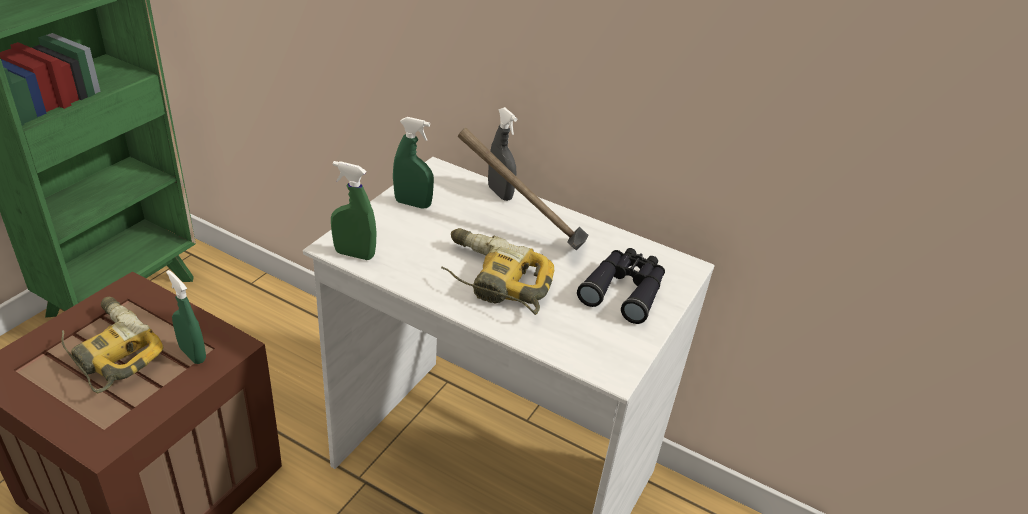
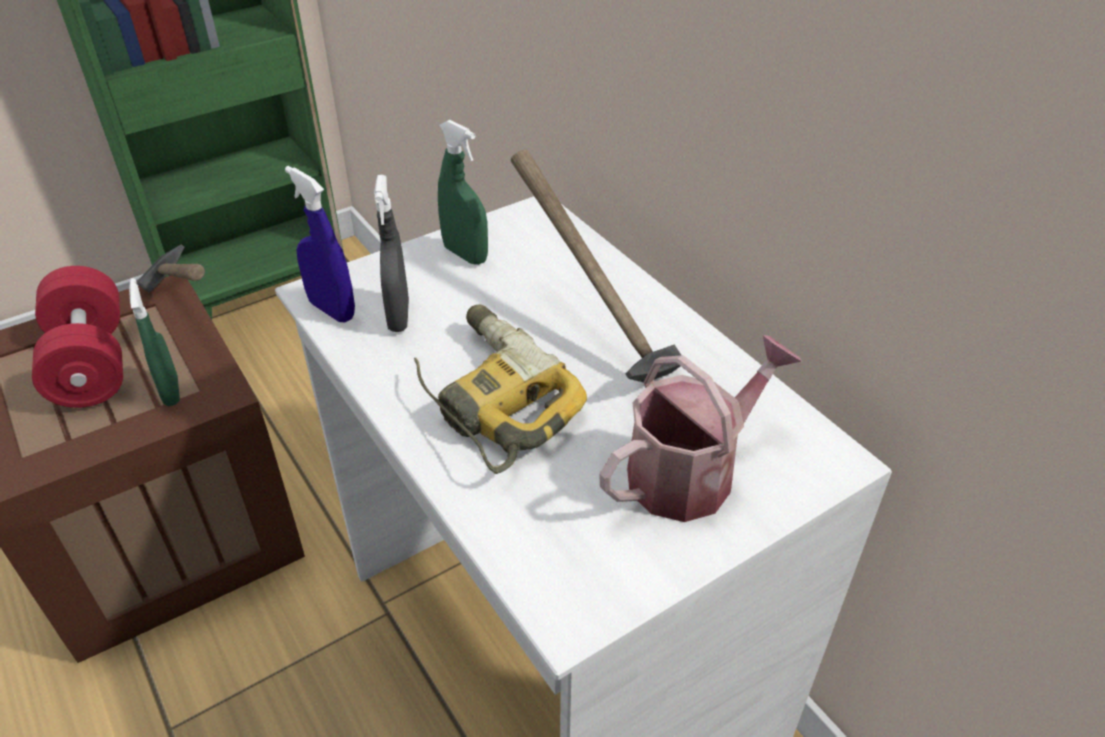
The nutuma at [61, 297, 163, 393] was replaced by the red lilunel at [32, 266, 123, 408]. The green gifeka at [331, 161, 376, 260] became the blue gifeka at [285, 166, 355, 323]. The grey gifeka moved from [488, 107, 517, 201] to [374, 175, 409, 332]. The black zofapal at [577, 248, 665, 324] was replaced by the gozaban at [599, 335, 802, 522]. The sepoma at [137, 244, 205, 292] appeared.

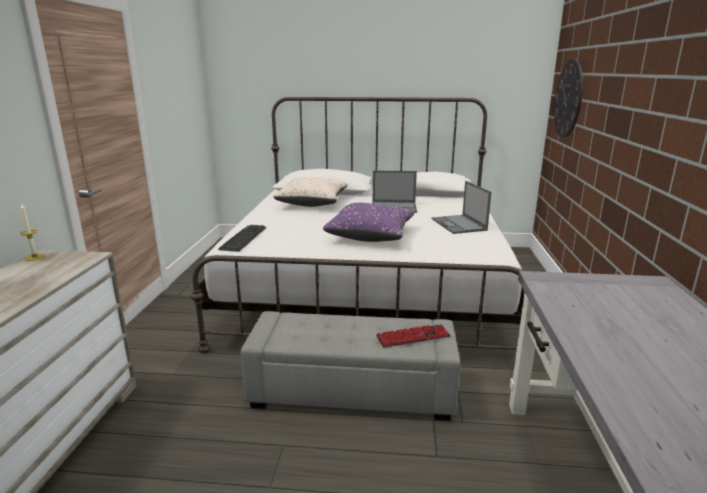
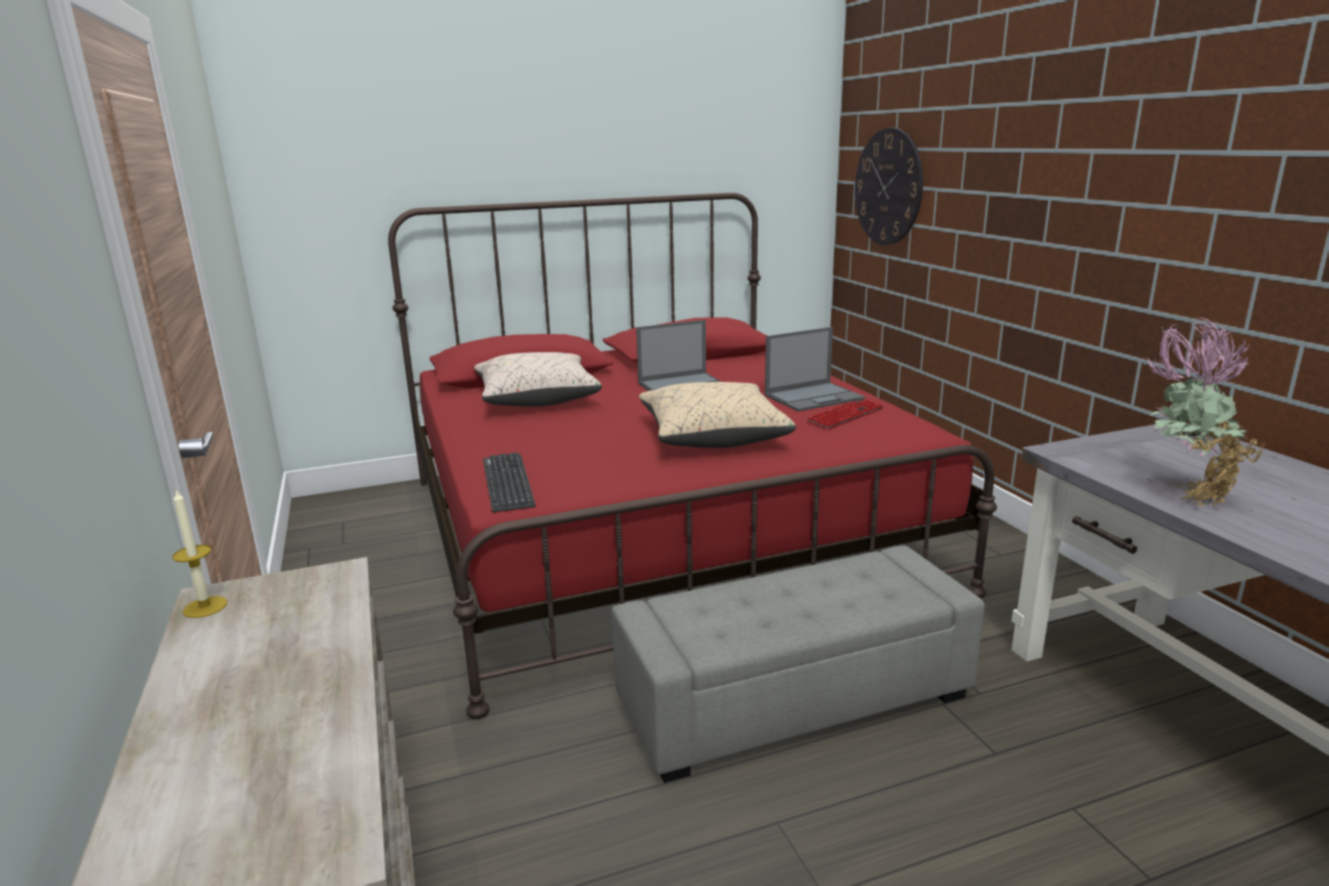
The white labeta at [191, 97, 524, 365] became the red labeta at [388, 193, 997, 719]. The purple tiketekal at [323, 203, 415, 242] became the beige tiketekal at [639, 382, 796, 448]. The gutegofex moved from [376, 324, 451, 348] to [807, 399, 884, 430]. The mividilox at [432, 181, 491, 234] turned 75 degrees counterclockwise. The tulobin at [1147, 317, 1266, 507] appeared.

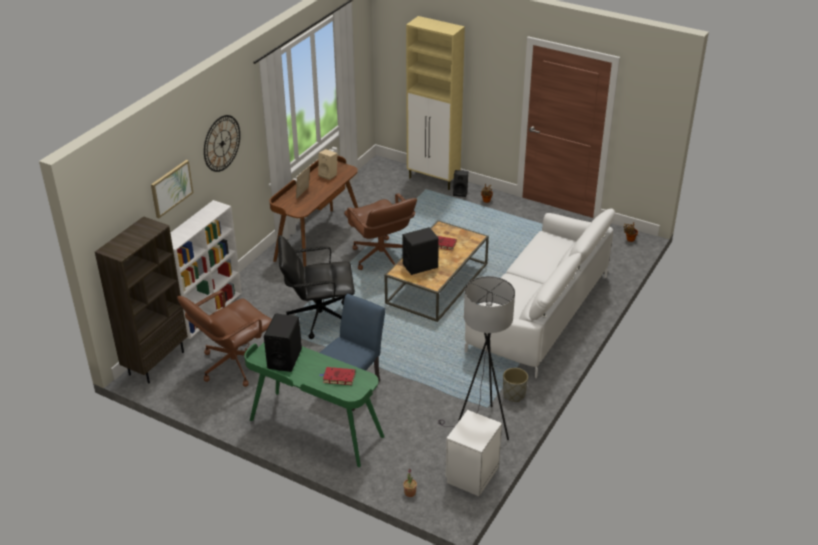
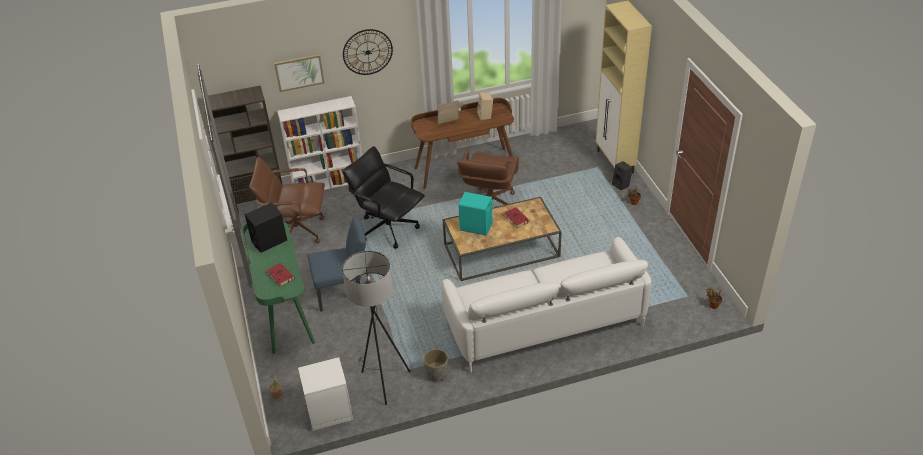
The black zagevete at [402, 227, 439, 275] became the turquoise zagevete at [458, 192, 493, 236].

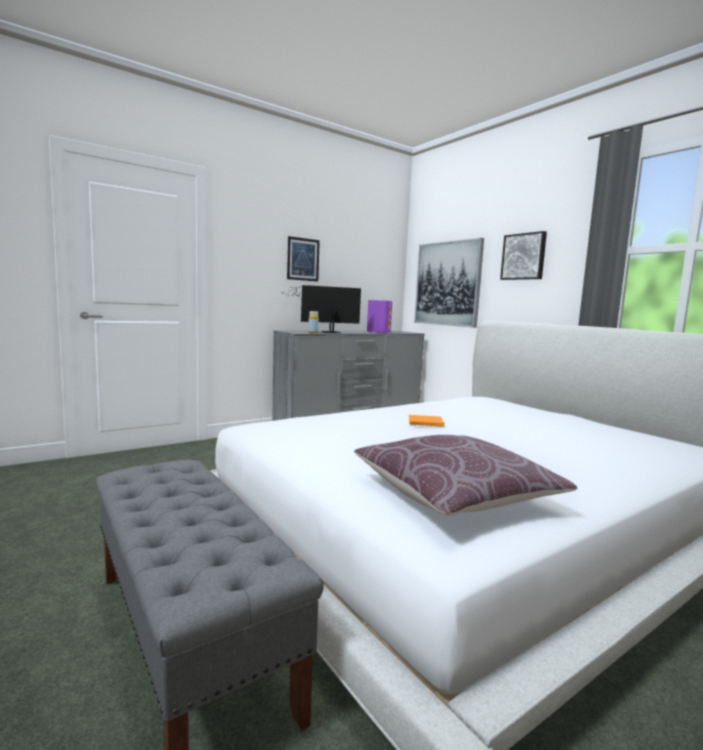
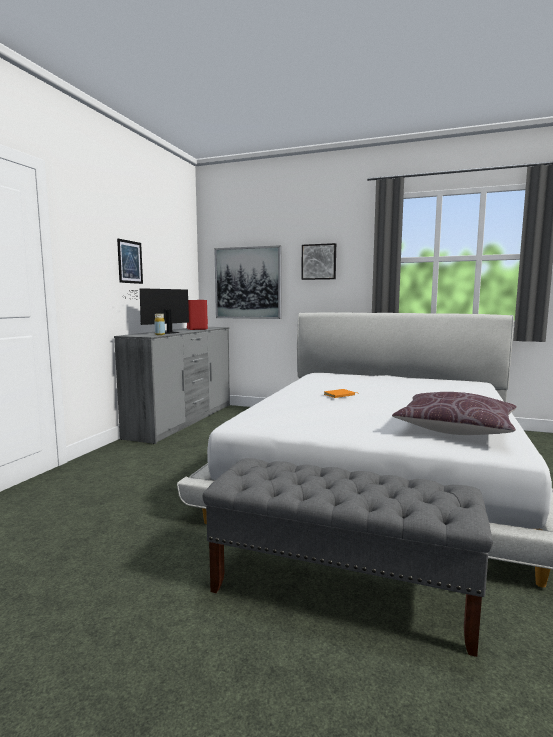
The purple zagevete at [367, 300, 392, 333] became the red zagevete at [187, 300, 208, 330].

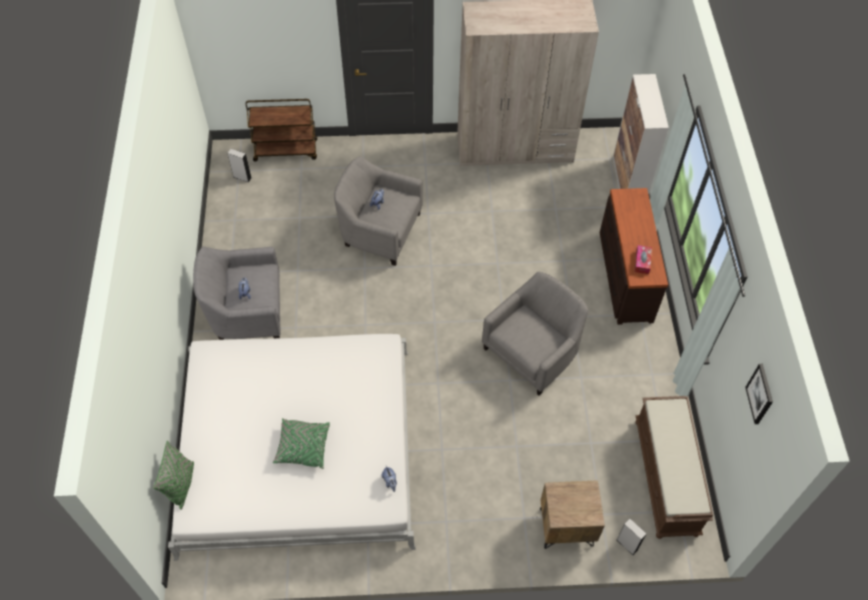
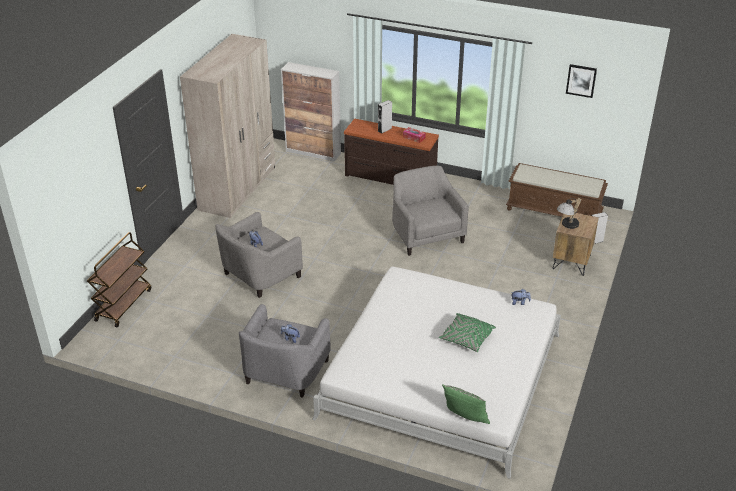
The grey zagevete moved from [227, 149, 252, 183] to [378, 100, 392, 134]. The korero at [557, 198, 582, 229] appeared.

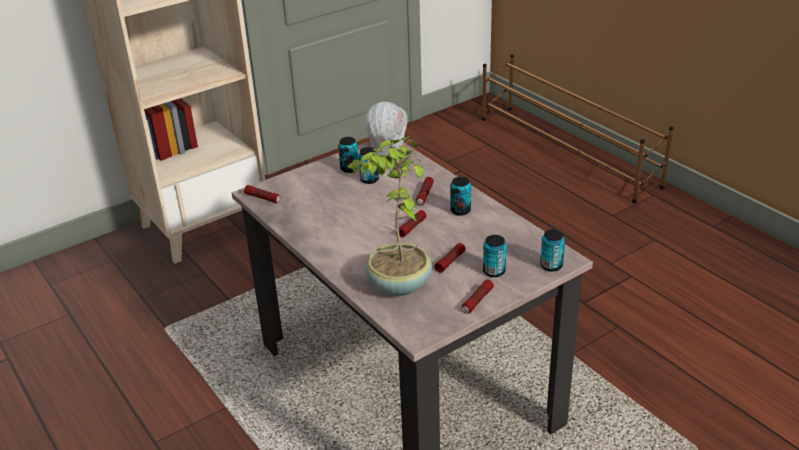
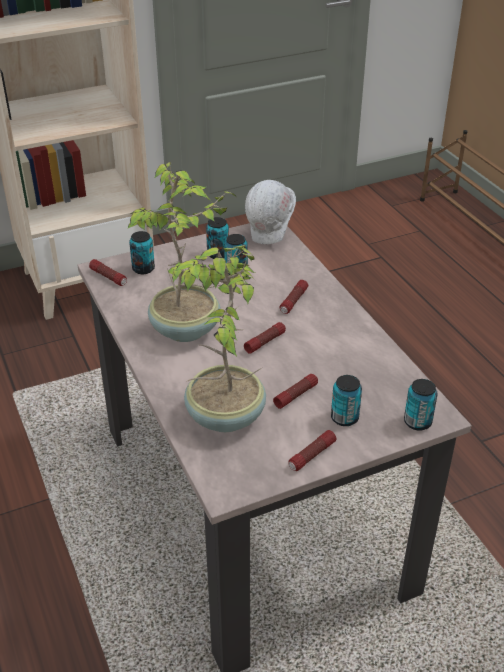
The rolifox moved from [450, 177, 471, 216] to [129, 231, 155, 274]. The tulobin at [127, 162, 236, 342] appeared.

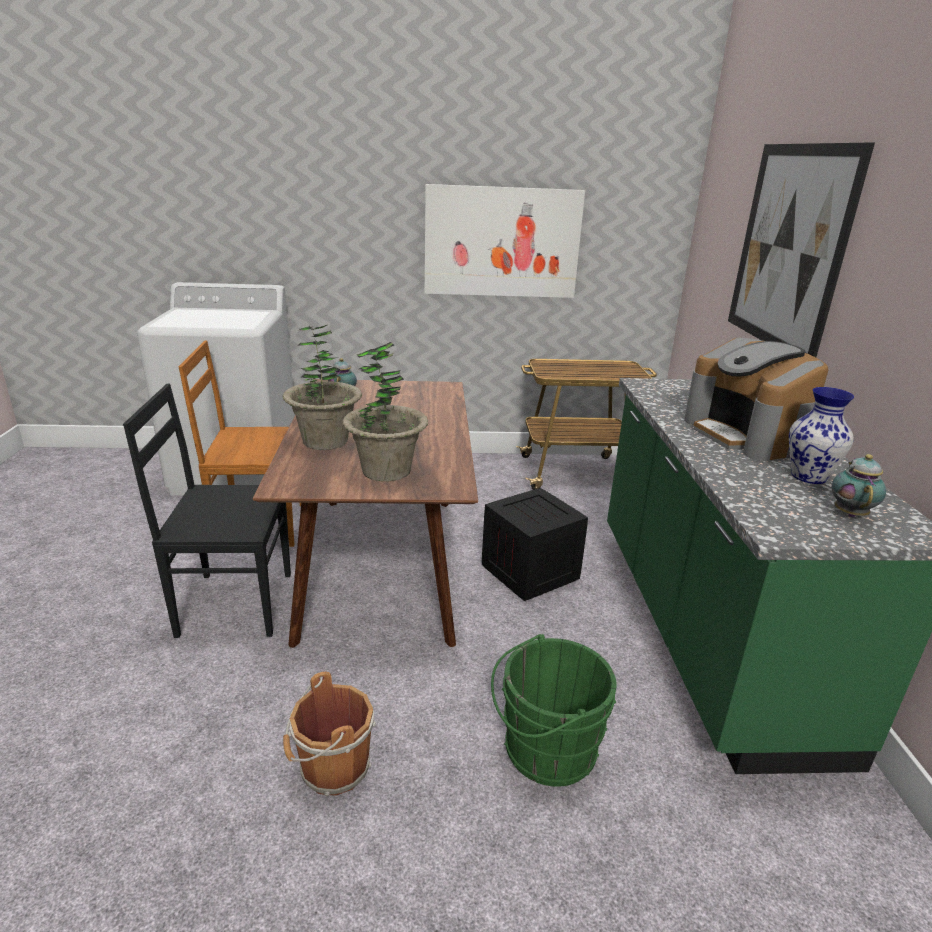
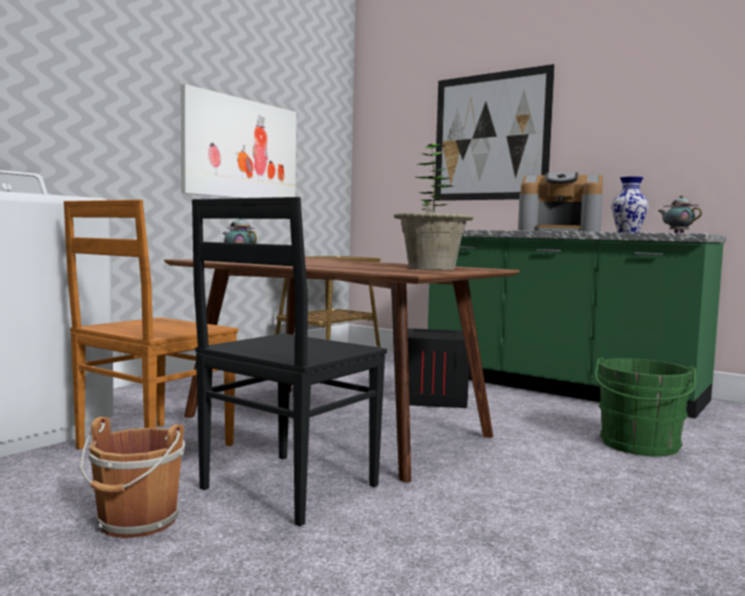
The tulobin at [283, 325, 362, 450] disappeared. The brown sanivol moved from [283, 672, 376, 796] to [80, 417, 185, 538].

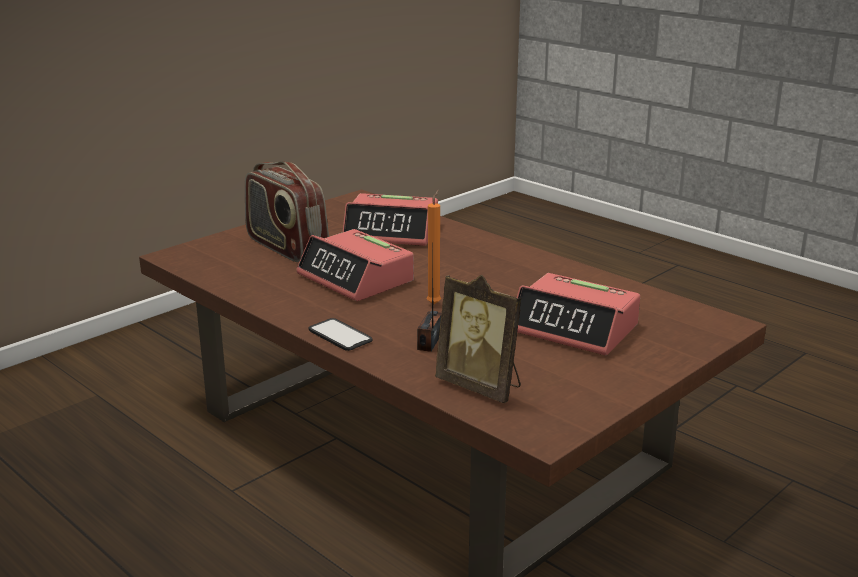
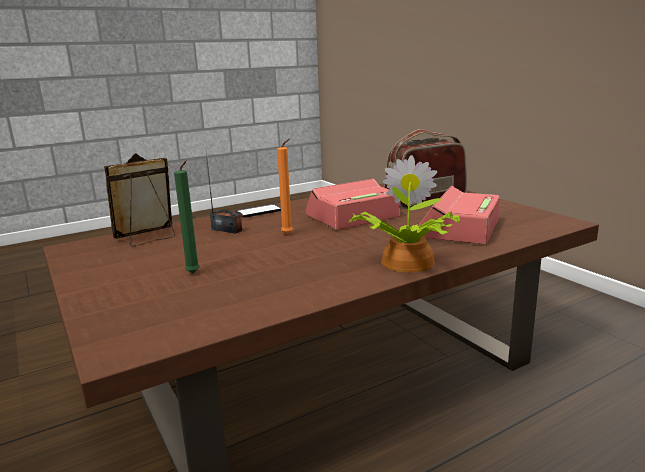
The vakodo at [517, 273, 640, 356] was replaced by the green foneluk at [174, 160, 200, 273]. The tulobin at [349, 155, 460, 272] appeared.

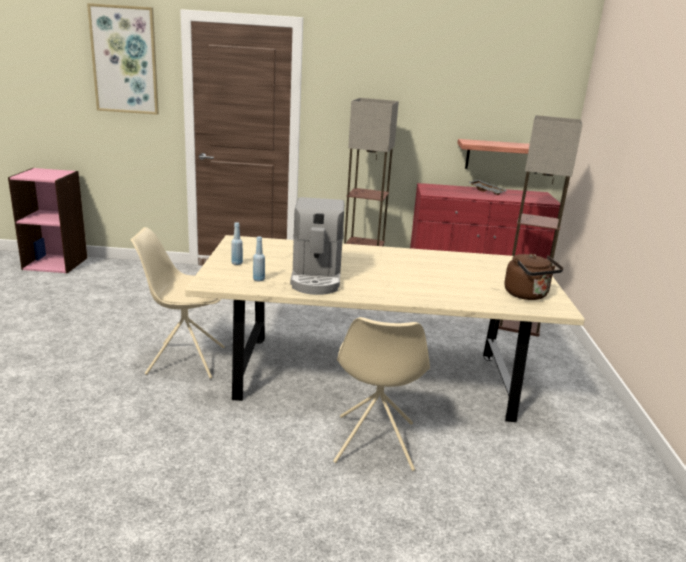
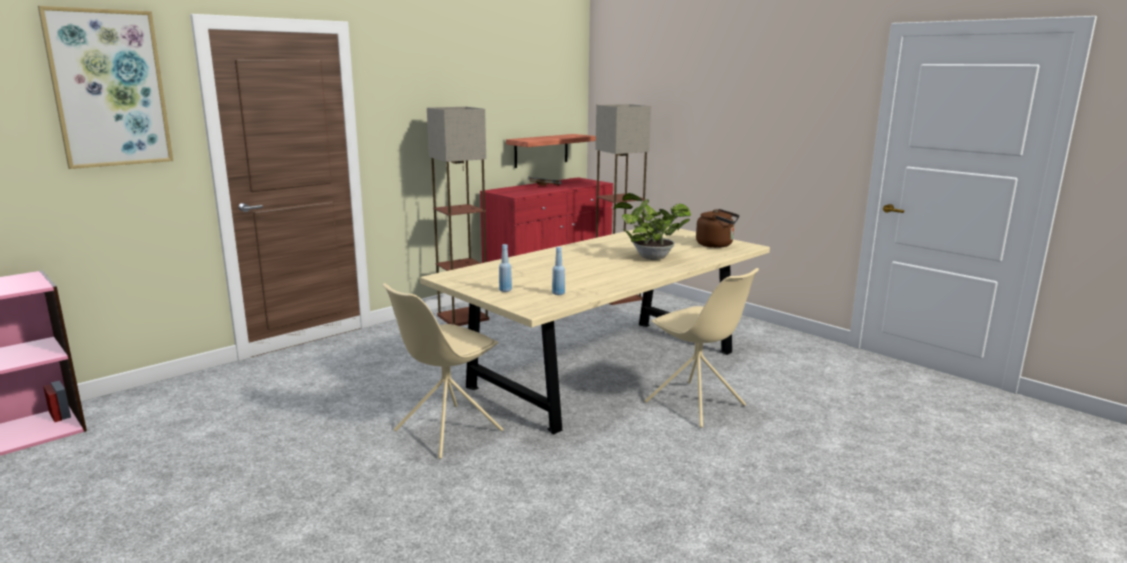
The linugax at [290, 197, 344, 295] disappeared. The tulobin at [613, 193, 691, 260] appeared.

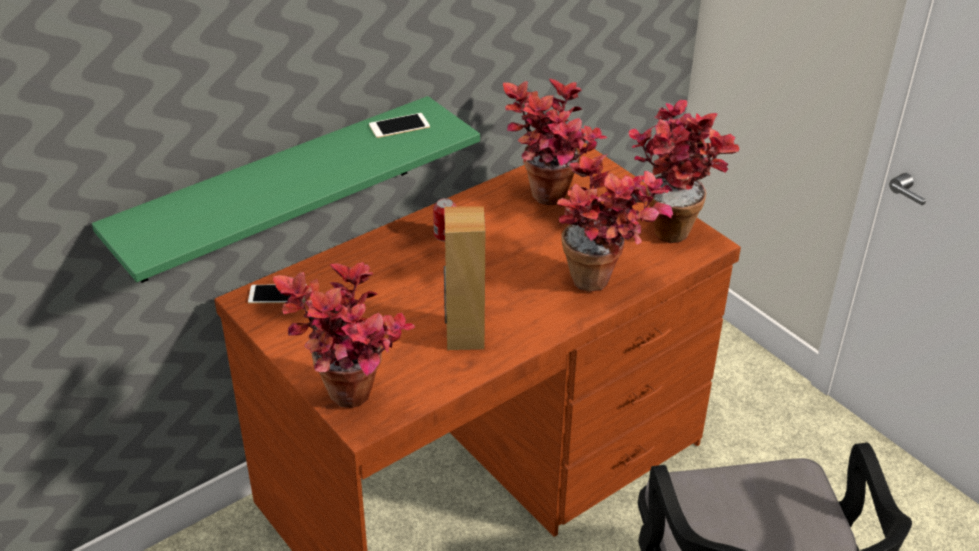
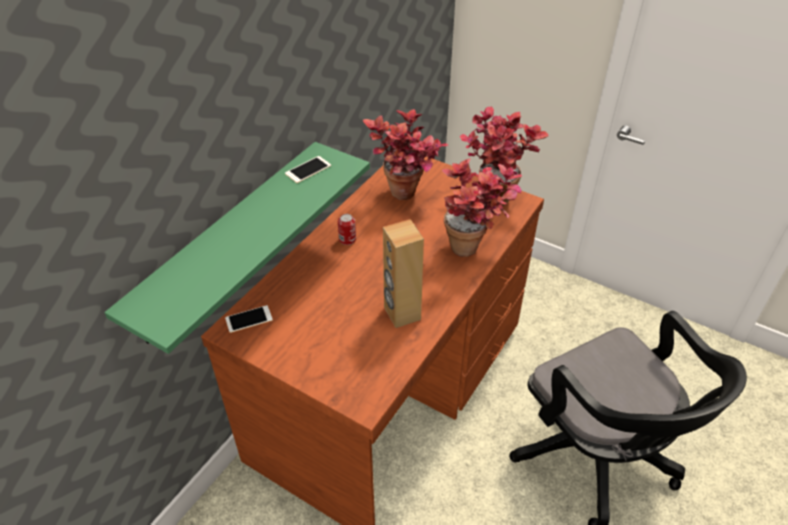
The tulobin at [273, 262, 415, 408] disappeared.

